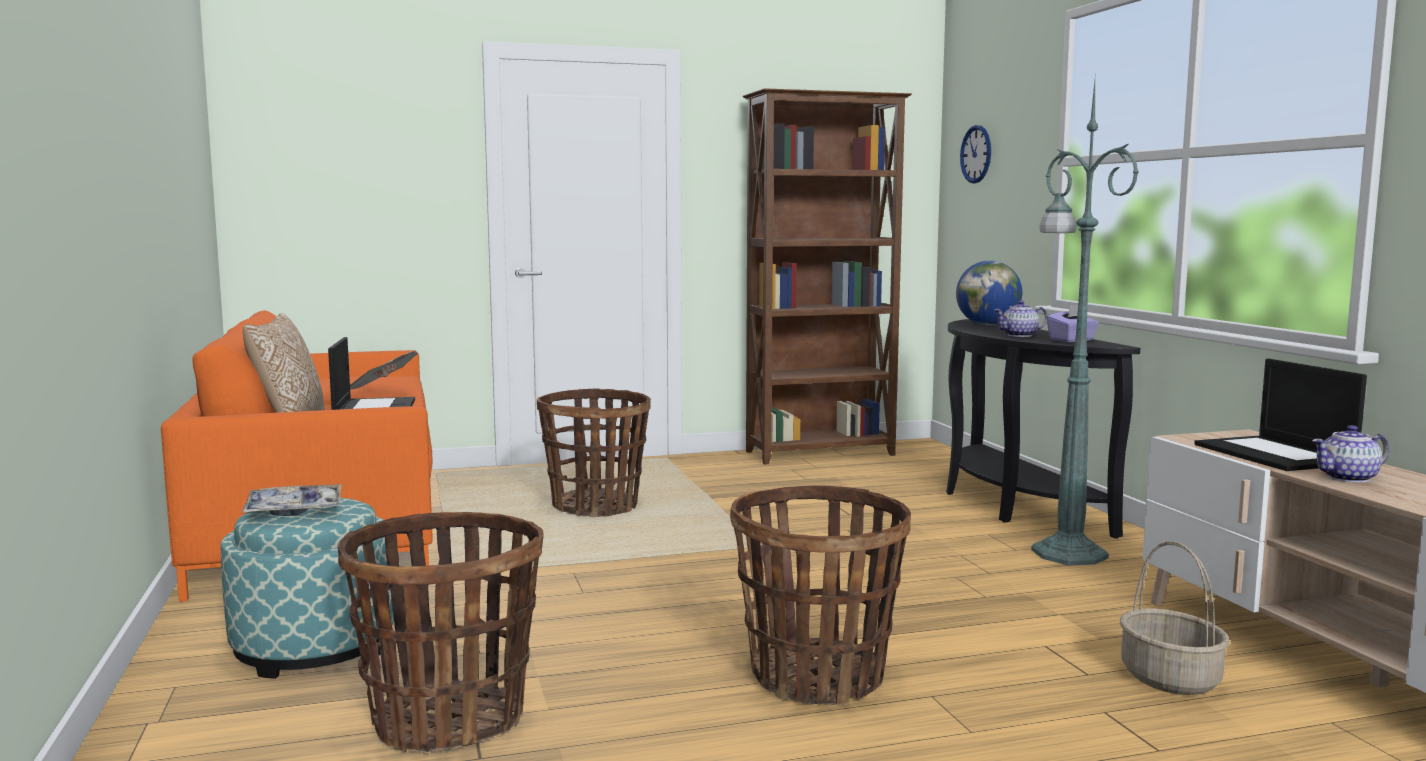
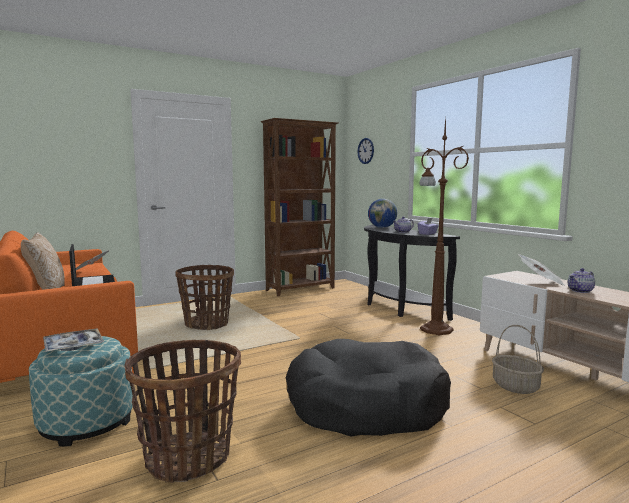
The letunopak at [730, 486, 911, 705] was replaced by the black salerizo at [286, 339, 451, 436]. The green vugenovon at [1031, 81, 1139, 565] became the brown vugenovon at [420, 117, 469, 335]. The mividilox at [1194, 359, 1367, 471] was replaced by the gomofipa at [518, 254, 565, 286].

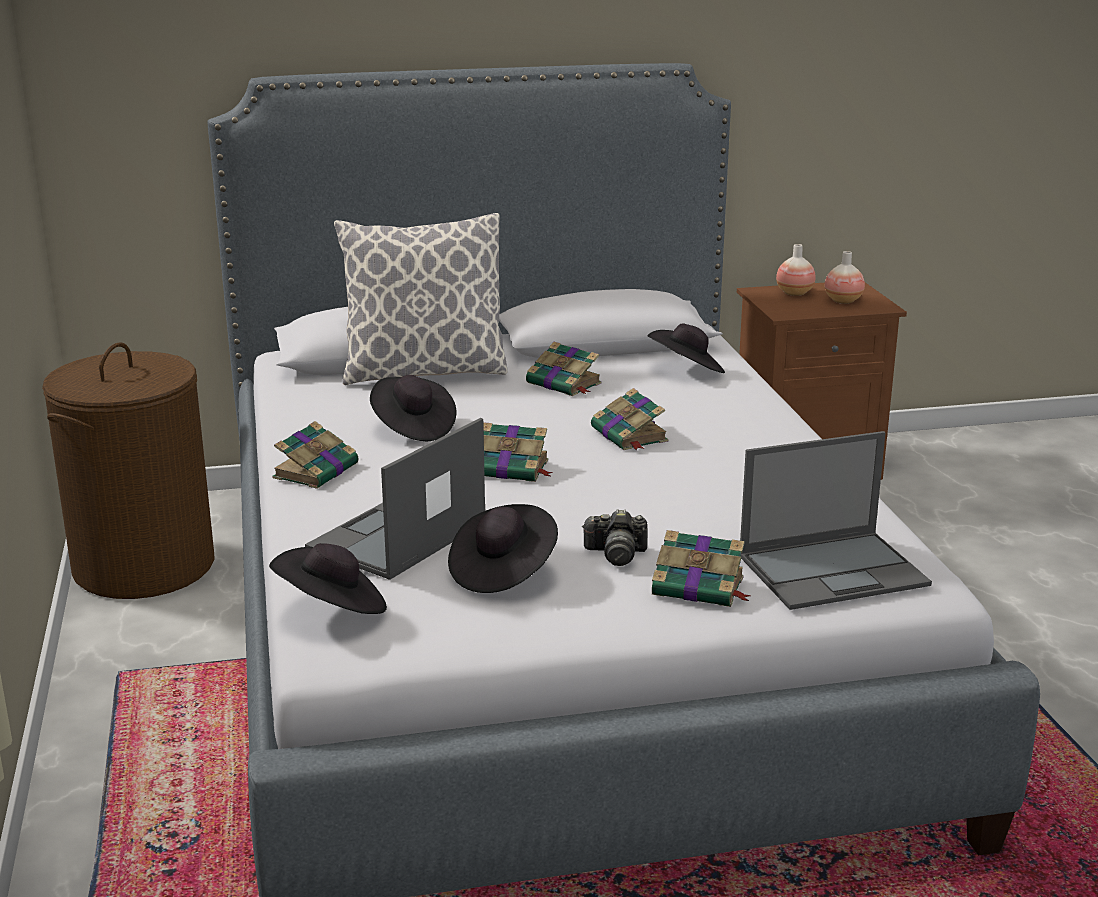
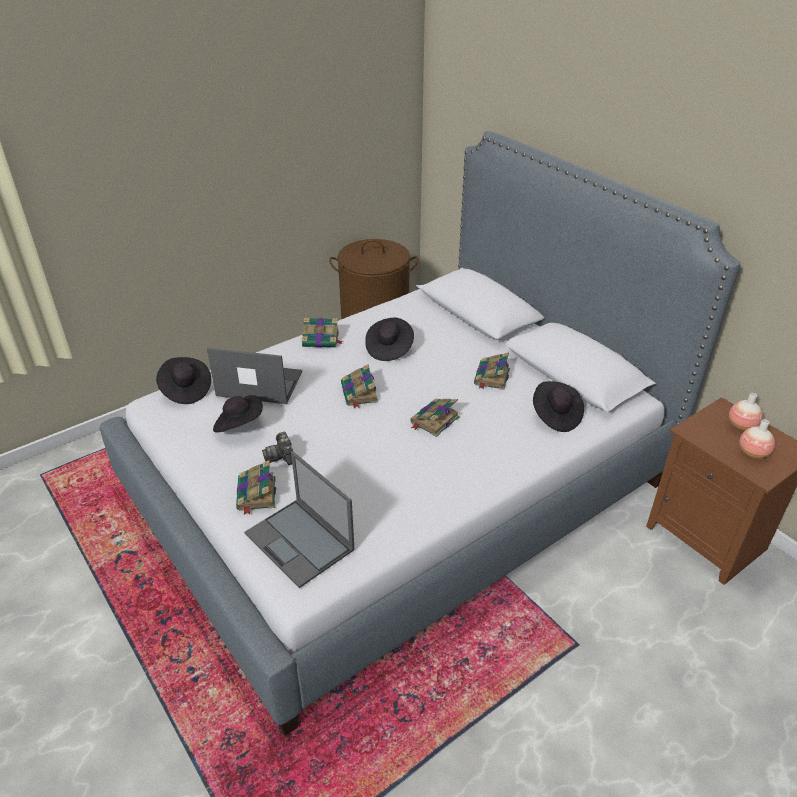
The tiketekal at [334, 213, 508, 385] disappeared.

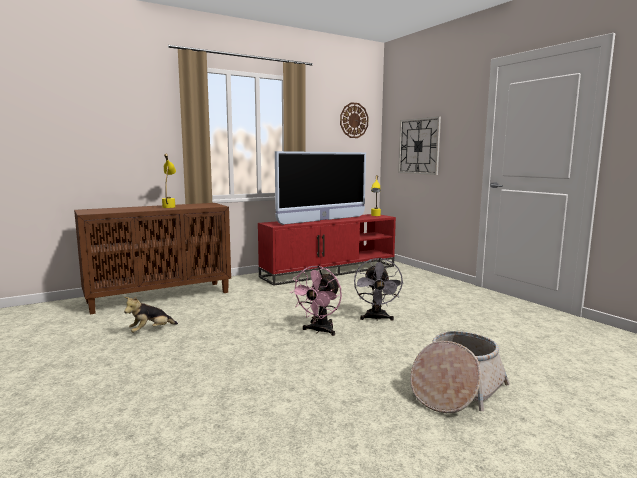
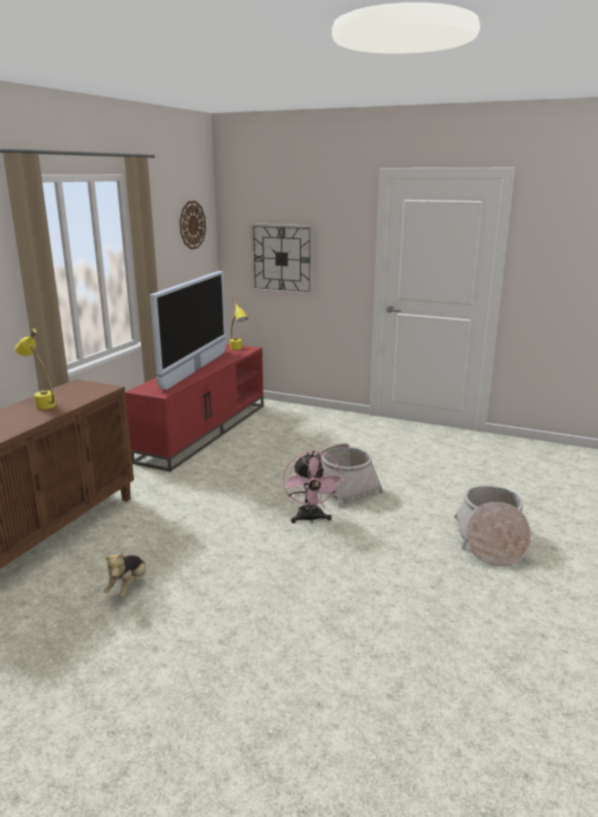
The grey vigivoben at [354, 258, 404, 321] was replaced by the letunopak at [314, 443, 384, 507].

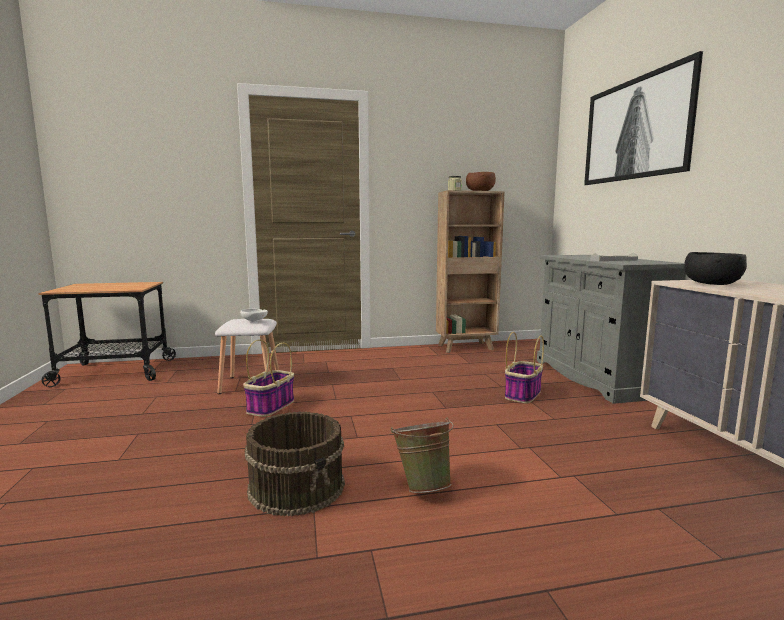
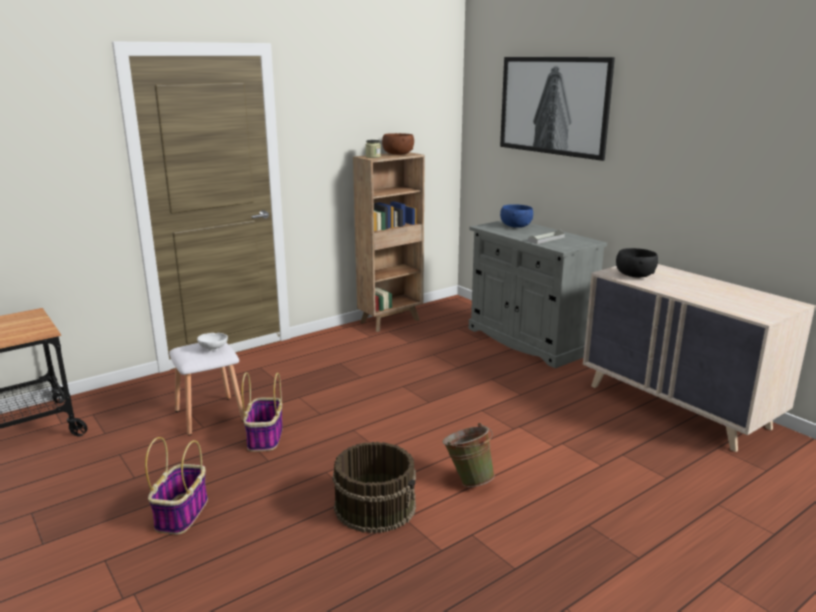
The letunopak moved from [505, 332, 544, 404] to [145, 437, 208, 534]. The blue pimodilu at [500, 204, 533, 228] appeared.

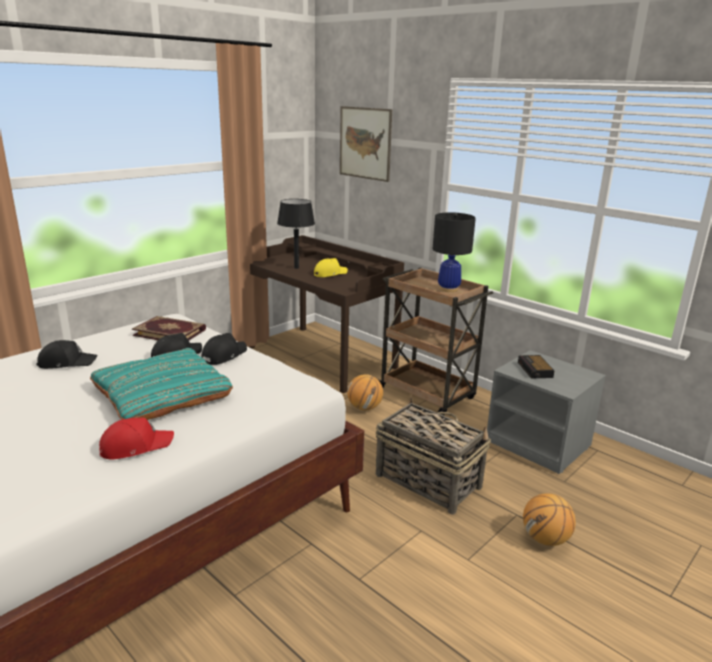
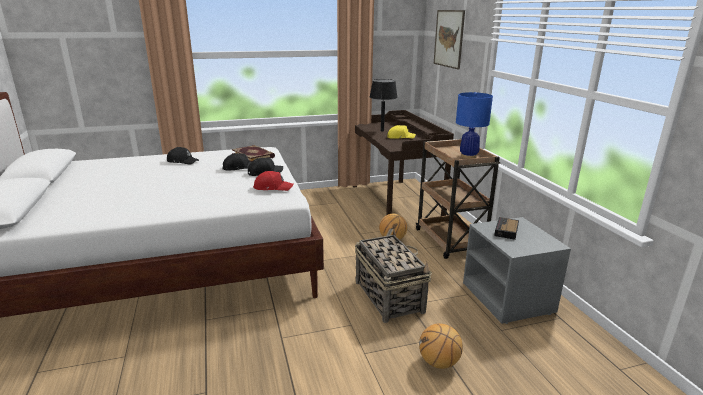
The turquoise tiketekal at [90, 348, 233, 420] disappeared. The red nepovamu moved from [99, 417, 174, 460] to [253, 171, 294, 191]. The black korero at [433, 212, 476, 292] became the blue korero at [456, 92, 493, 159].

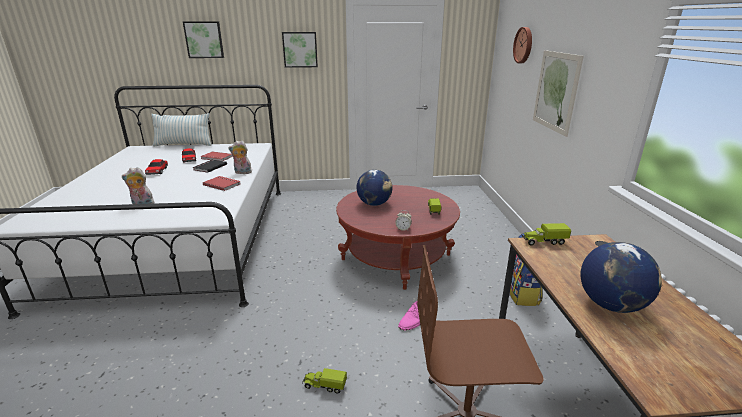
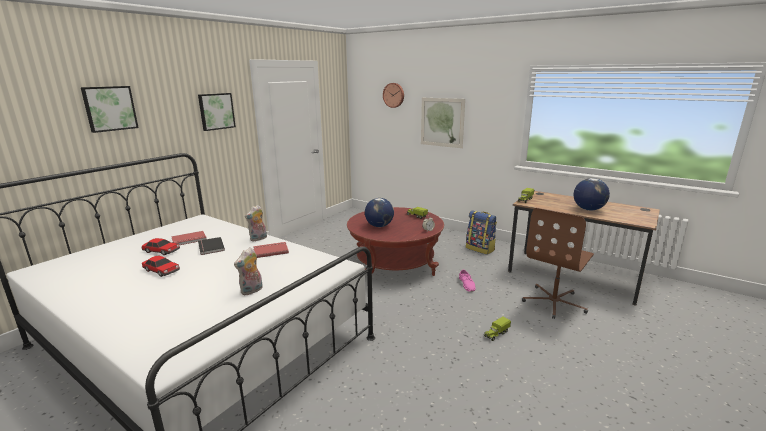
The tiketekal at [151, 113, 212, 146] disappeared.

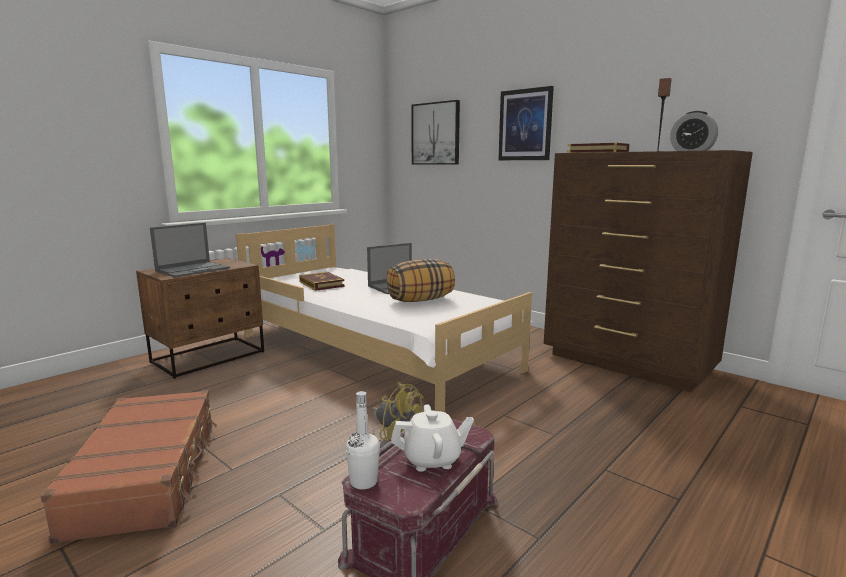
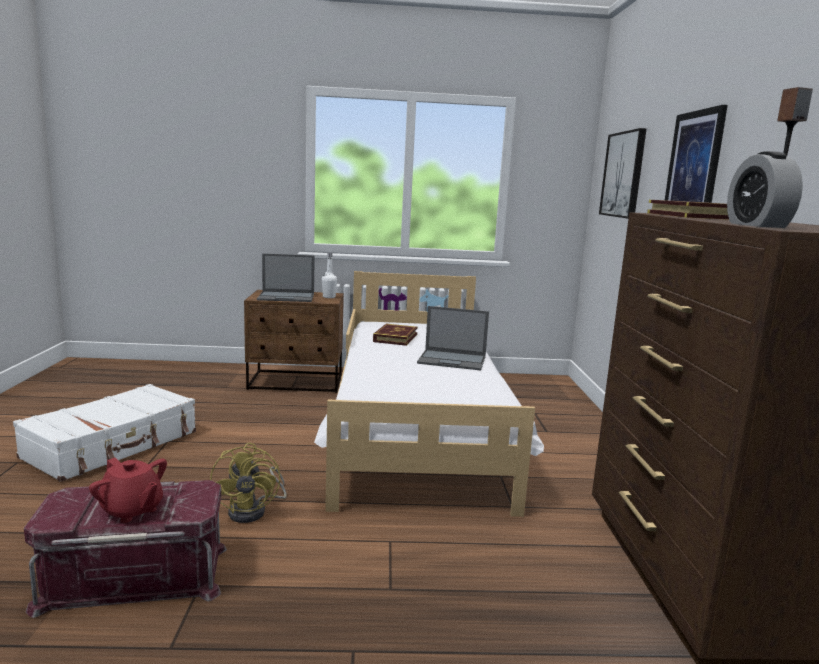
The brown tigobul at [40, 390, 217, 544] became the white tigobul at [13, 384, 196, 482]. The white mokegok moved from [346, 391, 380, 490] to [322, 253, 337, 298]. The tiketekal at [386, 259, 455, 302] disappeared. The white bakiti at [391, 404, 474, 472] became the red bakiti at [89, 458, 167, 523].

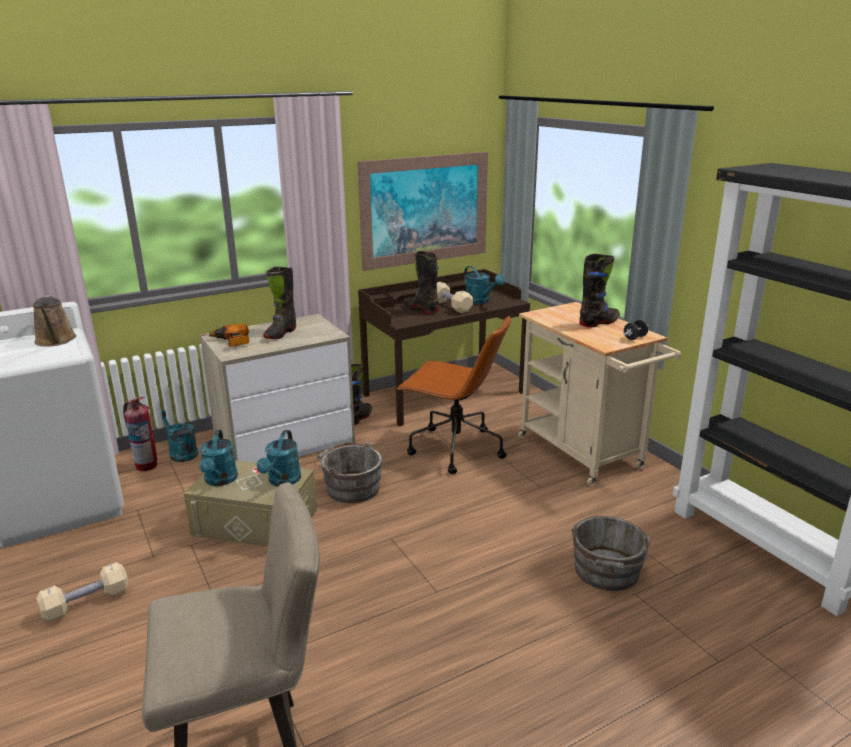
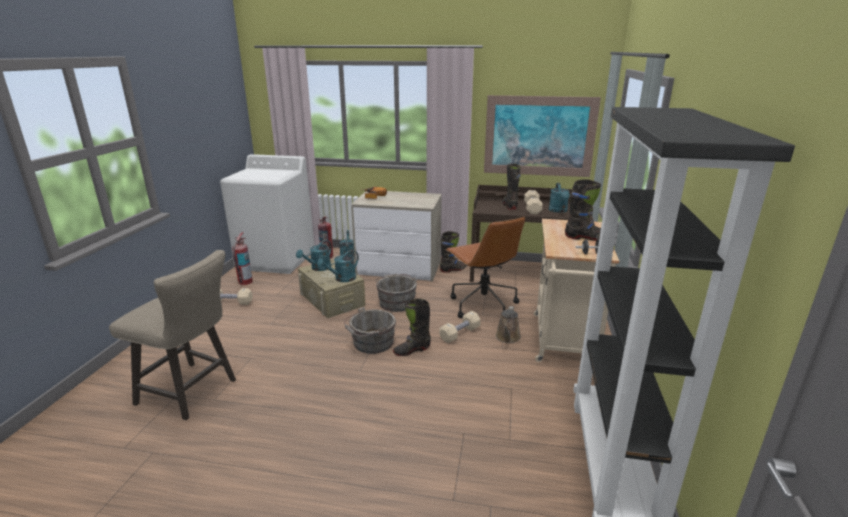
The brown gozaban moved from [33, 295, 76, 347] to [495, 306, 521, 343]. The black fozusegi moved from [263, 267, 296, 339] to [393, 298, 431, 356]. The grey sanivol moved from [571, 516, 650, 591] to [344, 307, 396, 354]. The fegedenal at [232, 232, 253, 285] appeared. The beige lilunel at [440, 311, 481, 343] appeared.

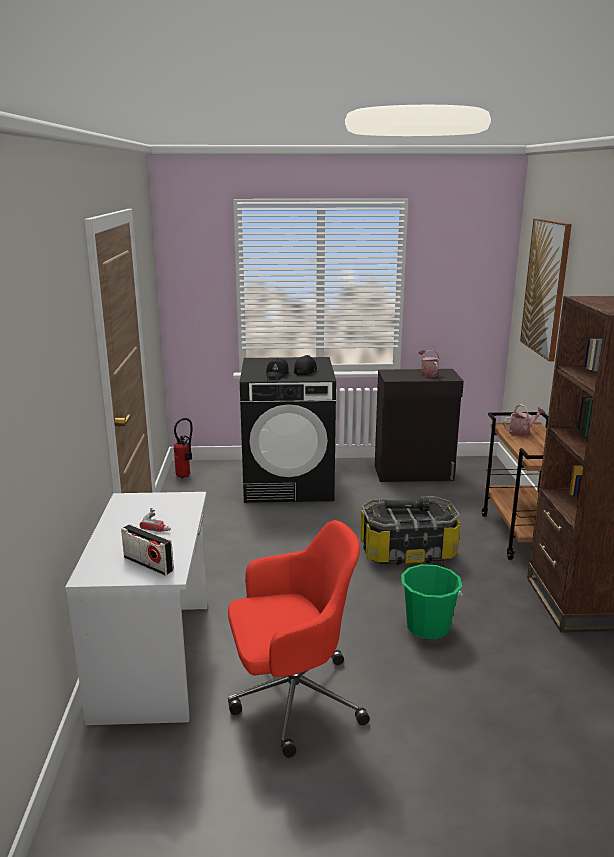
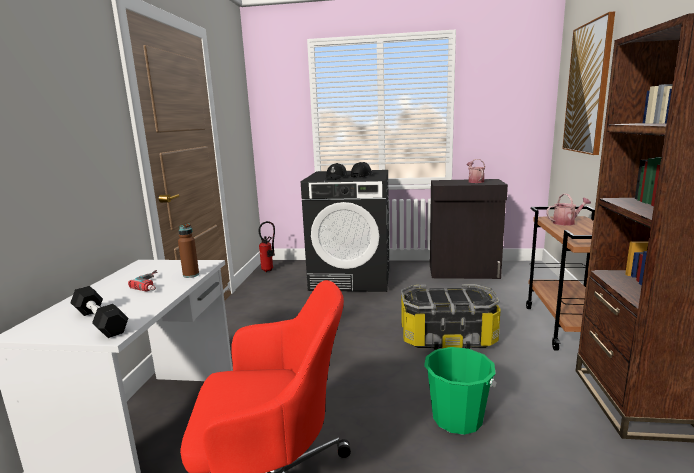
The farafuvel at [121, 524, 174, 575] was replaced by the black lilunel at [70, 286, 128, 338]. The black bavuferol at [385, 498, 430, 511] disappeared. The brown mokegok at [178, 224, 199, 278] appeared.

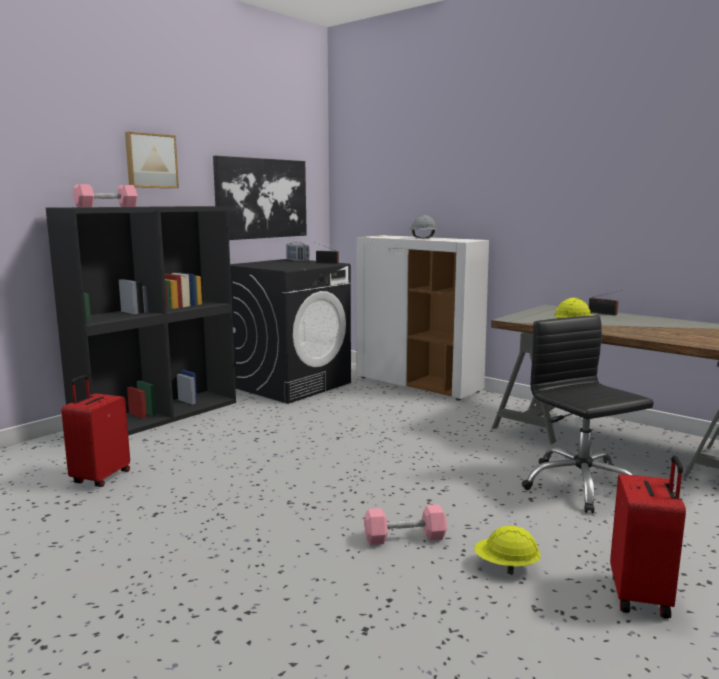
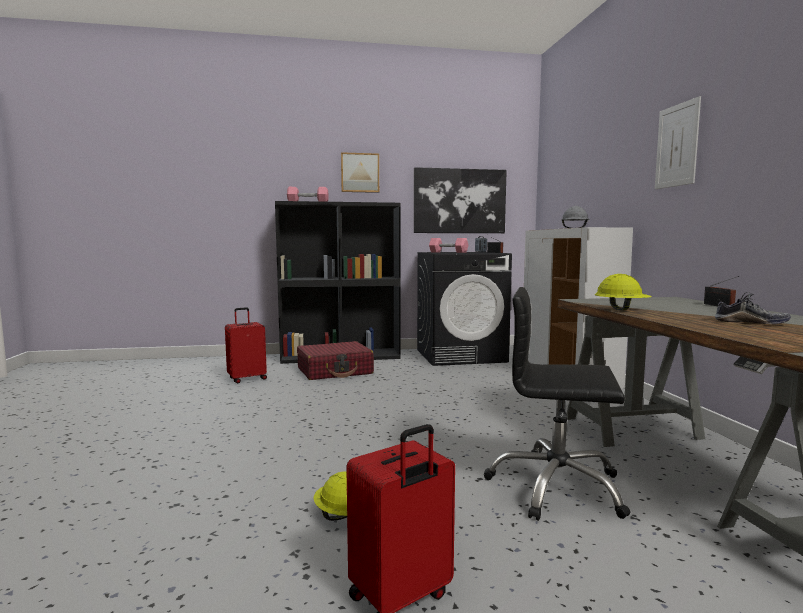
The pink lilunel moved from [364, 504, 447, 545] to [429, 238, 468, 253]. The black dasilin at [521, 315, 654, 513] turned 90 degrees counterclockwise. The red tigobul at [297, 341, 374, 380] appeared. The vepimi at [655, 96, 701, 189] appeared. The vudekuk at [715, 292, 791, 324] appeared.

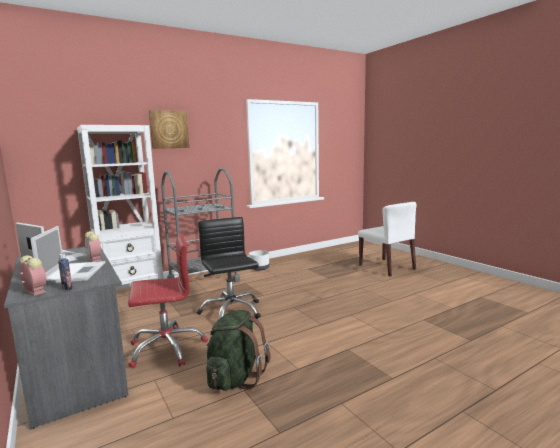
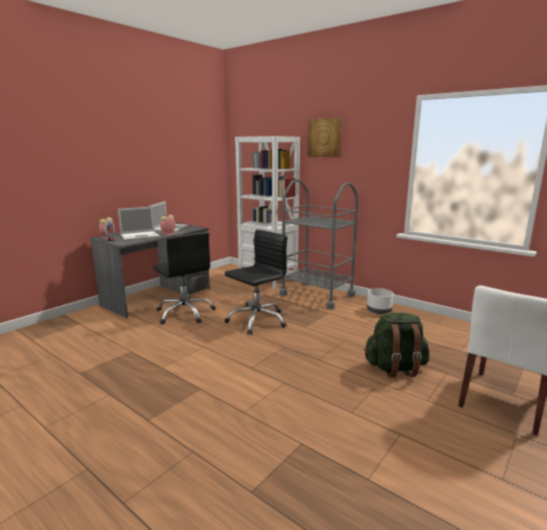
The red dasilin at [128, 233, 208, 368] became the black dasilin at [153, 232, 216, 324]. The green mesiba moved from [206, 310, 270, 391] to [364, 313, 429, 378].

